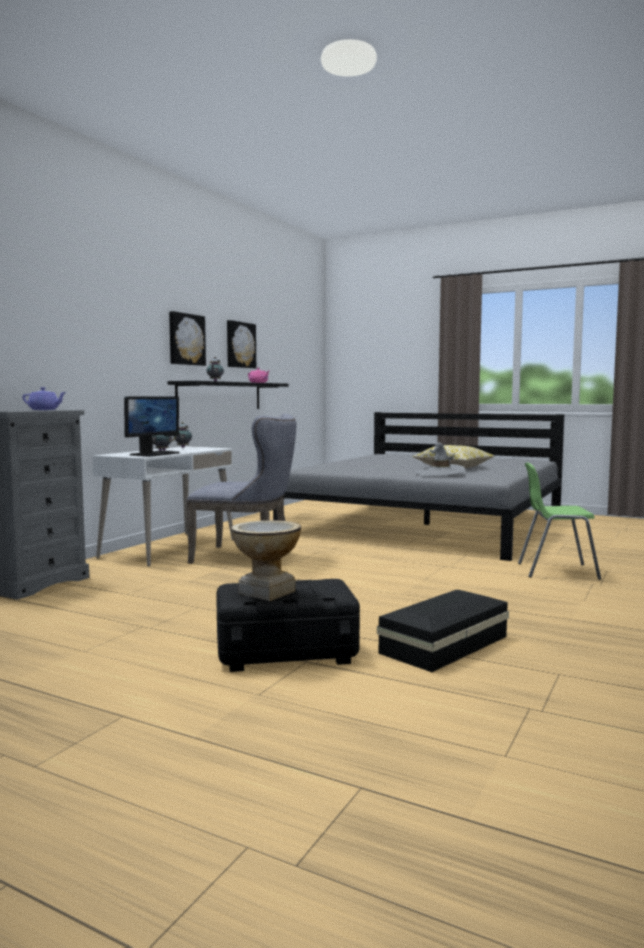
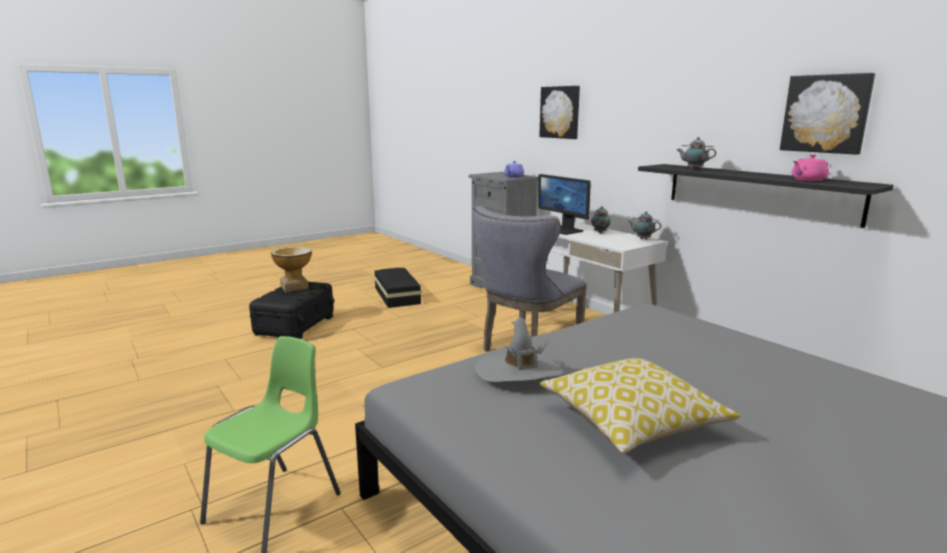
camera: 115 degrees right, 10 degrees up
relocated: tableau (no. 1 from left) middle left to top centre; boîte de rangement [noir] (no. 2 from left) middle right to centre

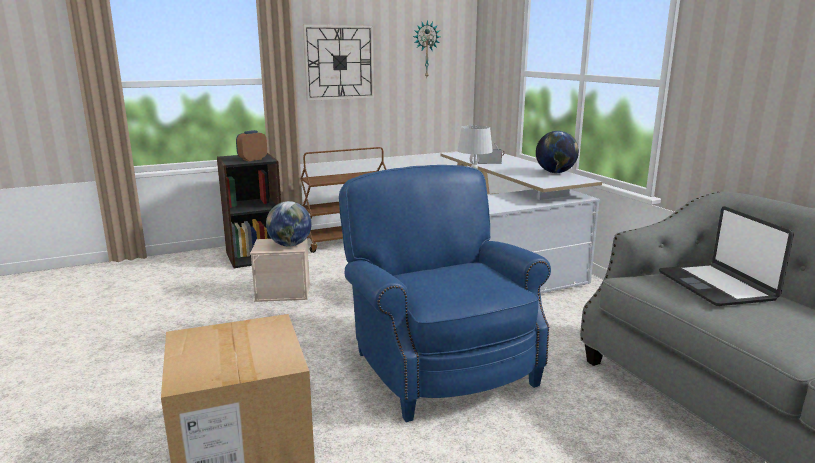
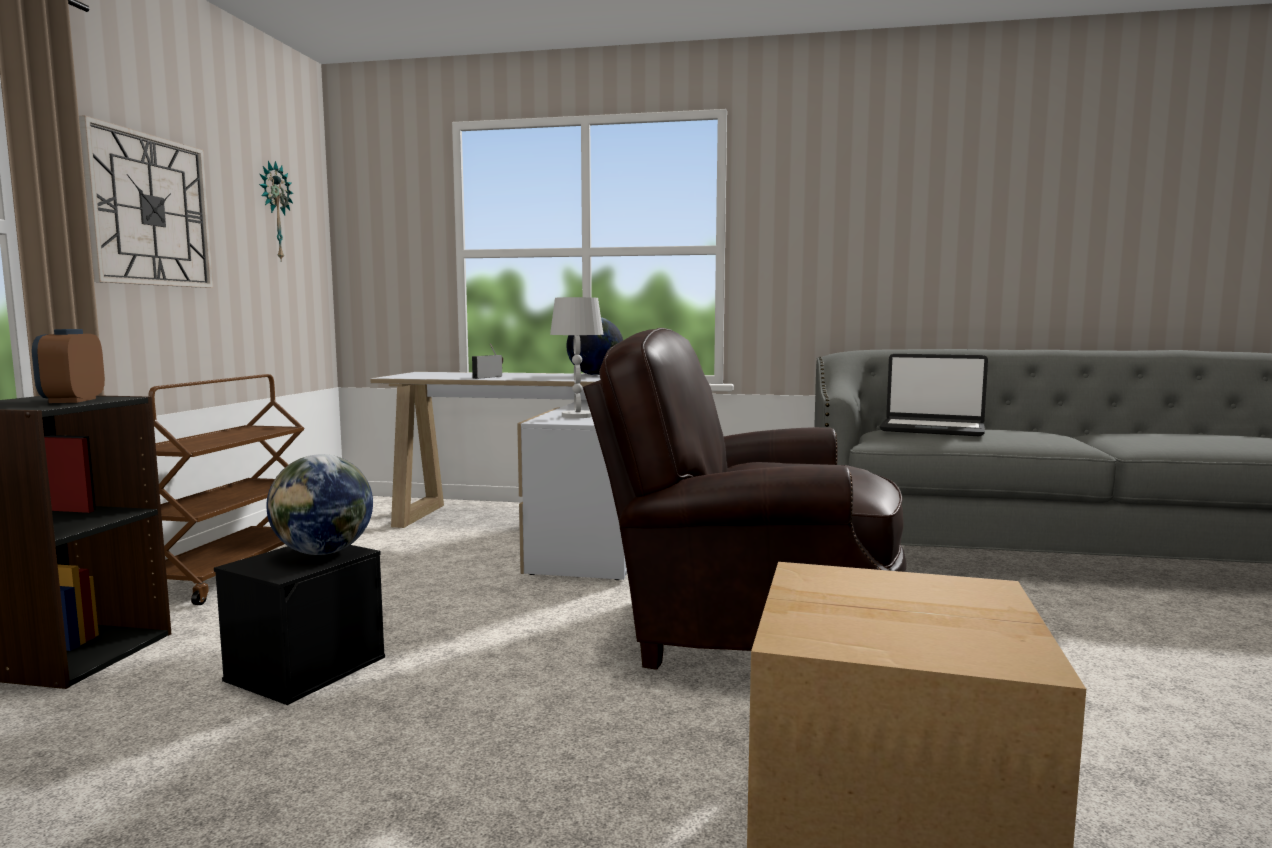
camera: 55 degrees left, 10 degrees down
colour: fauteuil [bleu] centre to fauteuil [marron] centre; boîte de rangement [beige] centre to boîte de rangement [noir] bottom left

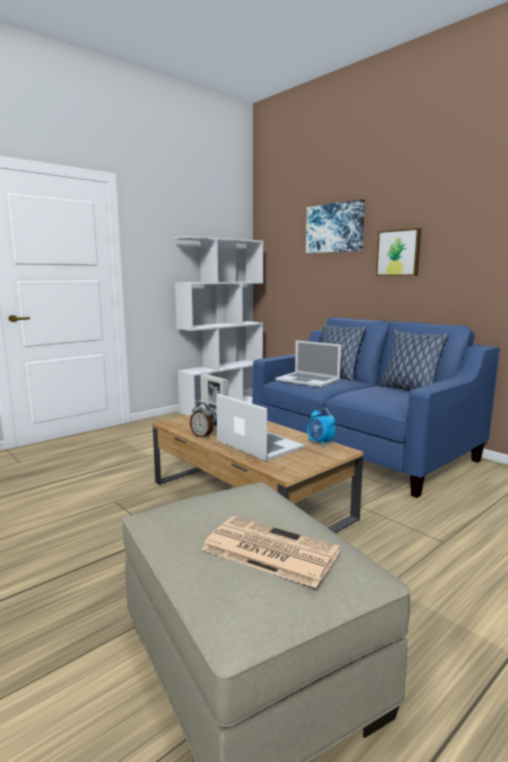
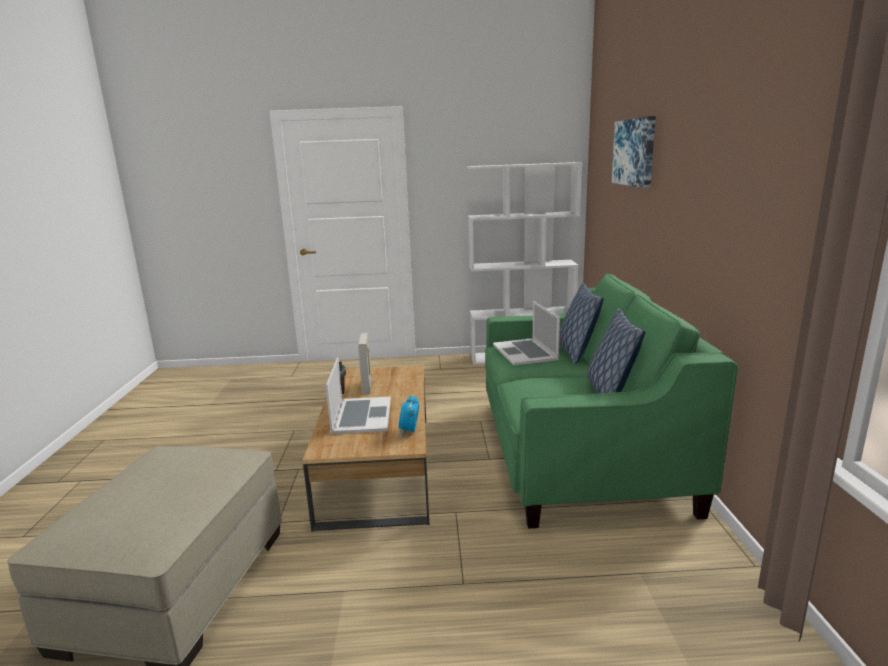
camera: 40 degrees right, 5 degrees up
missing: tableau (no. 2 from left) top right; journal bottom centre
colour: canapé [bleu] middle right to canapé [vert] middle right

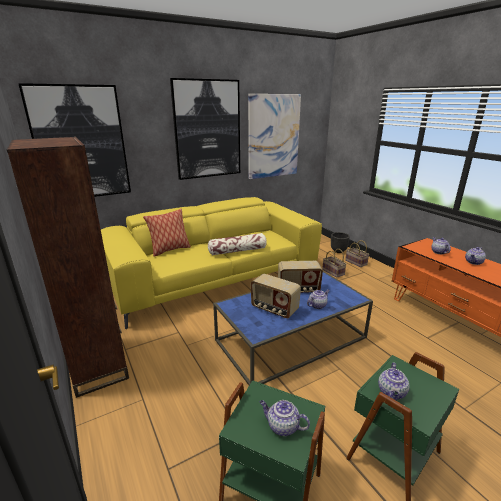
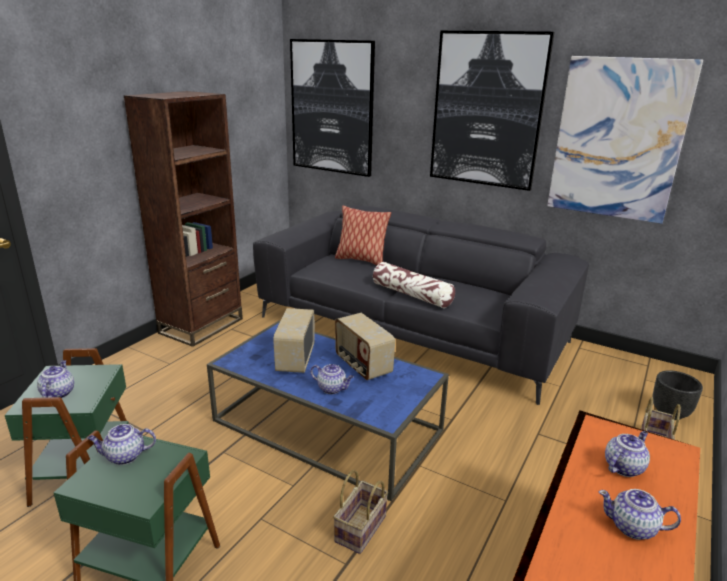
camera: 60 degrees right, 0 degrees up
relocated: panier (no. 1 from left) middle right to bottom centre
colour: canapé [jaune] centre to canapé [gris] centre

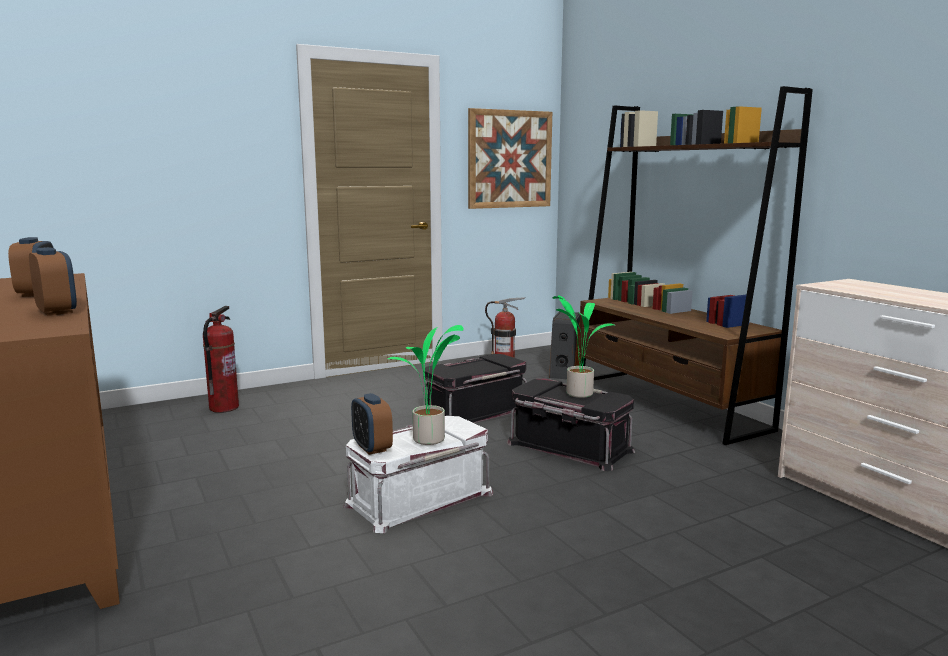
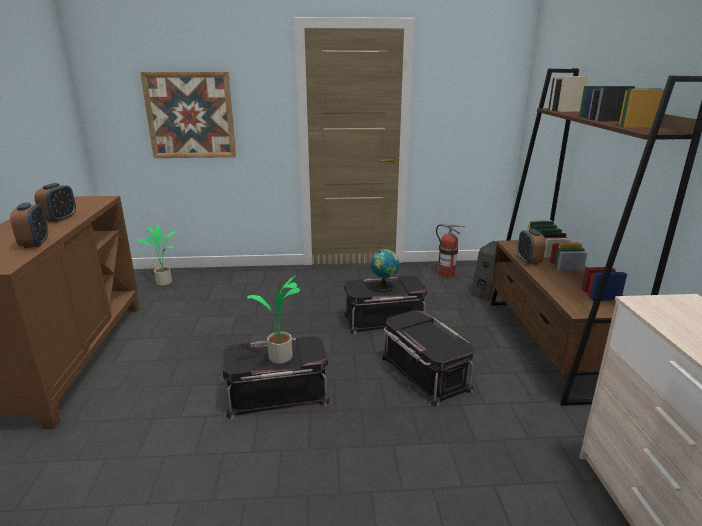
camera: 25 degrees right, 10 degrees up
missing: extincteur (no. 1 from left) middle left
appeared: globe centre
relocated: tableau top centre to top left; plante en pot (no. 2 from left in the first image) centre to plante en pot (no. 1 from left) middle left; réveil (no. 3 from left) centre to middle right
colour: boîte de rangement [blanc] bottom centre to boîte de rangement [noir] (no. 1 from left) bottom centre

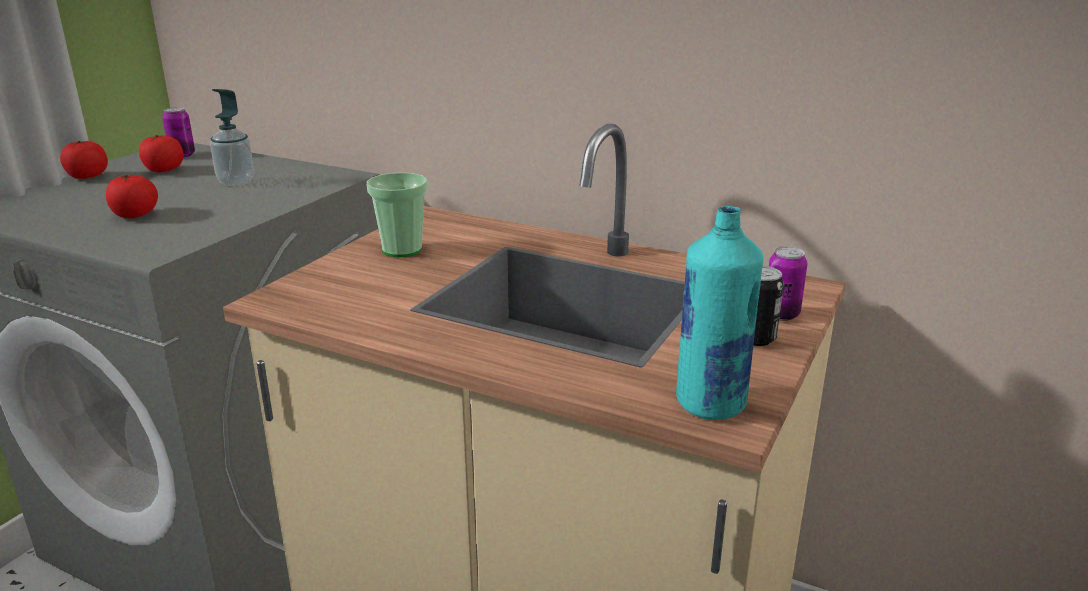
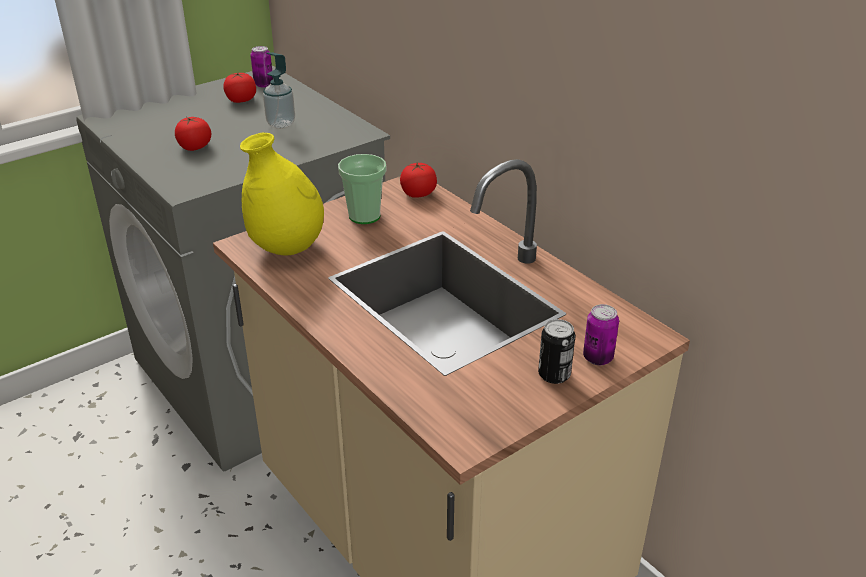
camera: 25 degrees right, 10 degrees up
missing: bouteille [turquoise] centre
appeared: vase [jaune] middle left
relocated: tomate (no. 1 from left in the first image) top left to tomate (no. 3 from left) top centre

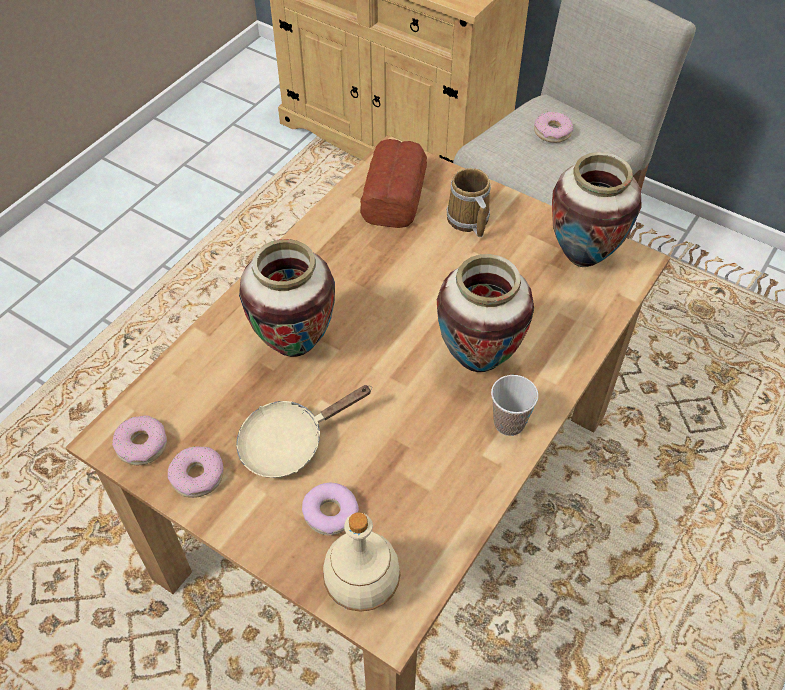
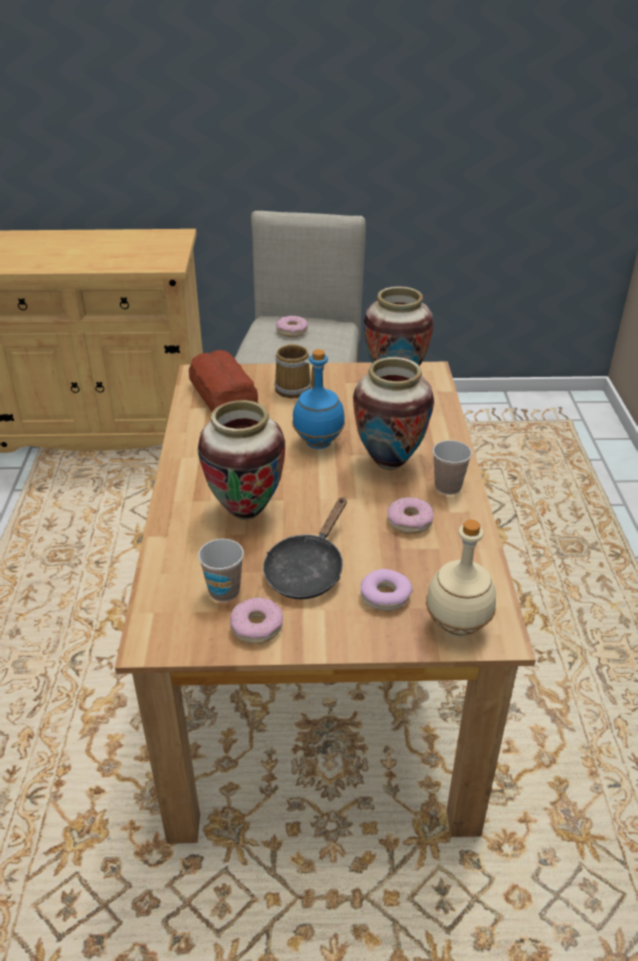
camera: 35 degrees left, 15 degrees down
appeared: bouteille [bleu] centre; tasse (no. 1 from left) centre
relocated: beignet (no. 1 from left in the first image) middle left to beignet (no. 4 from left) centre
colour: poêle [beige] centre to poêle [noir] centre

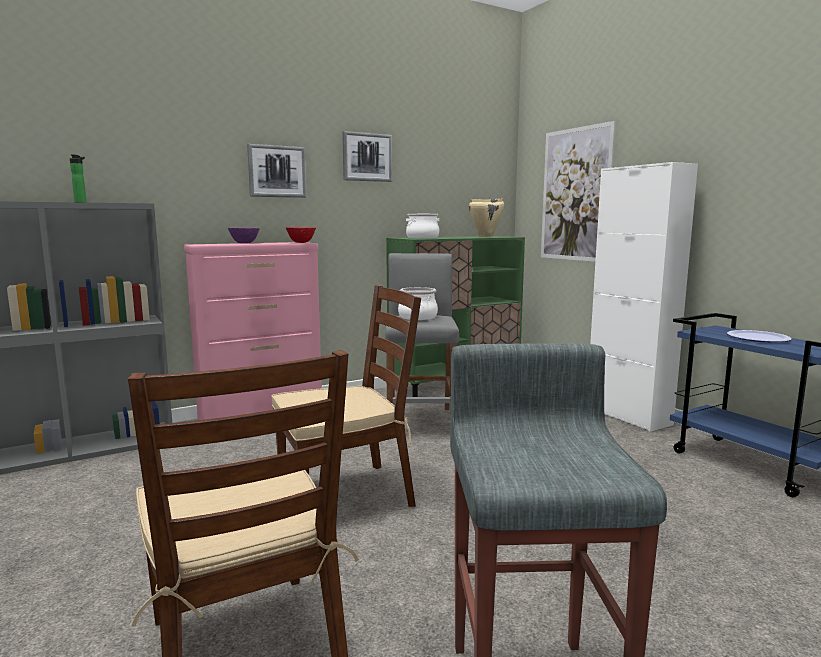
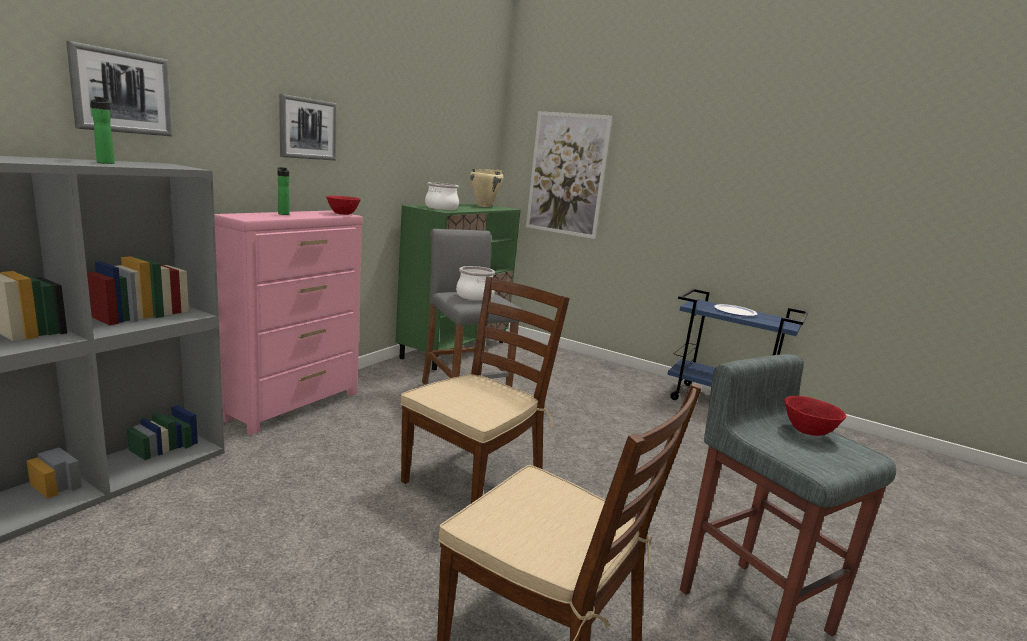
camera: 30 degrees left, 5 degrees up
missing: meuble de rangement [blanc] middle right
appeared: bol [rouge] (no. 2 from left) middle right
relocated: tableau (no. 2 from left in the first image) top centre to tableau (no. 1 from left) top left
exchanged: bol [violet] middle left to bouteille (no. 2 from left) top left

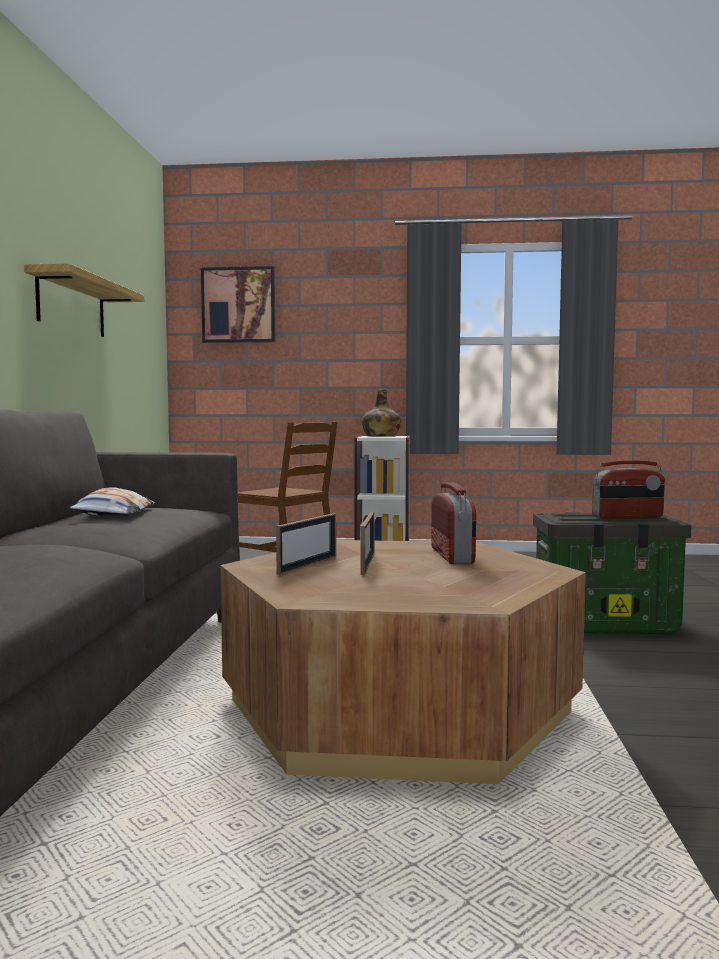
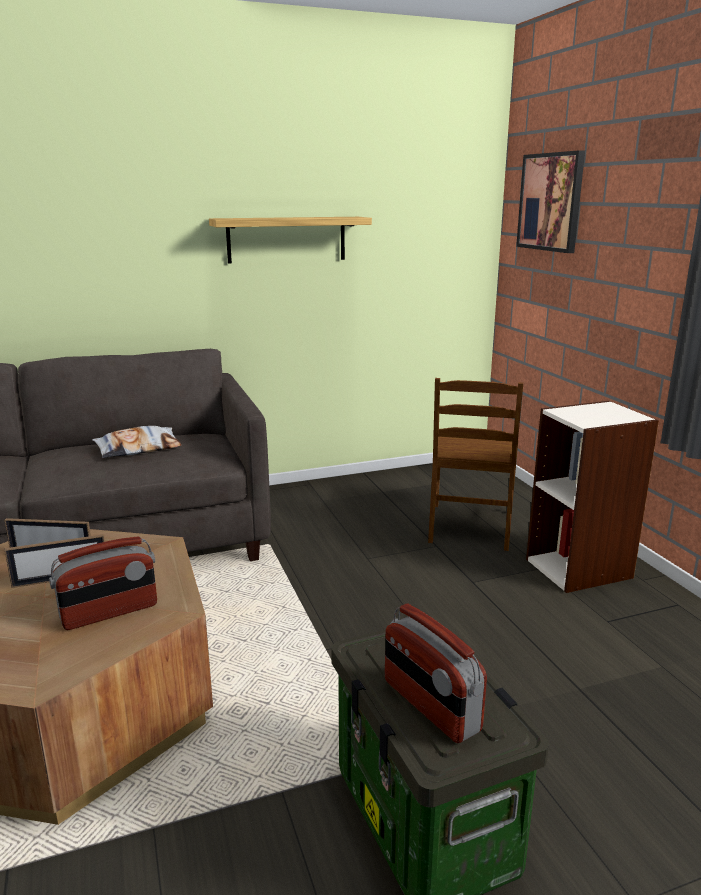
camera: 65 degrees right, 15 degrees up
missing: bouteille [vert] centre

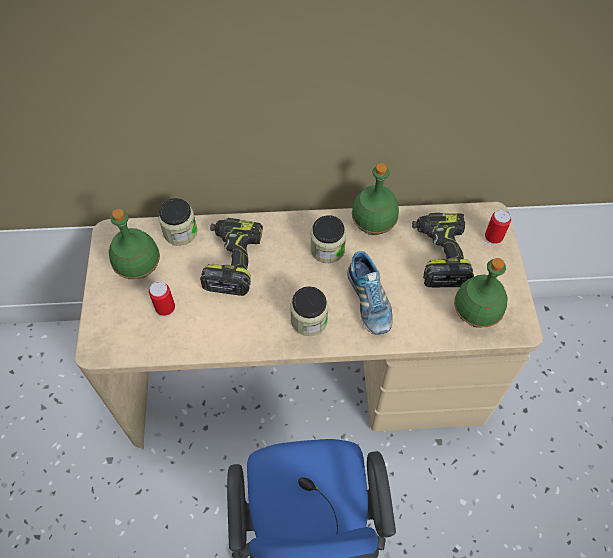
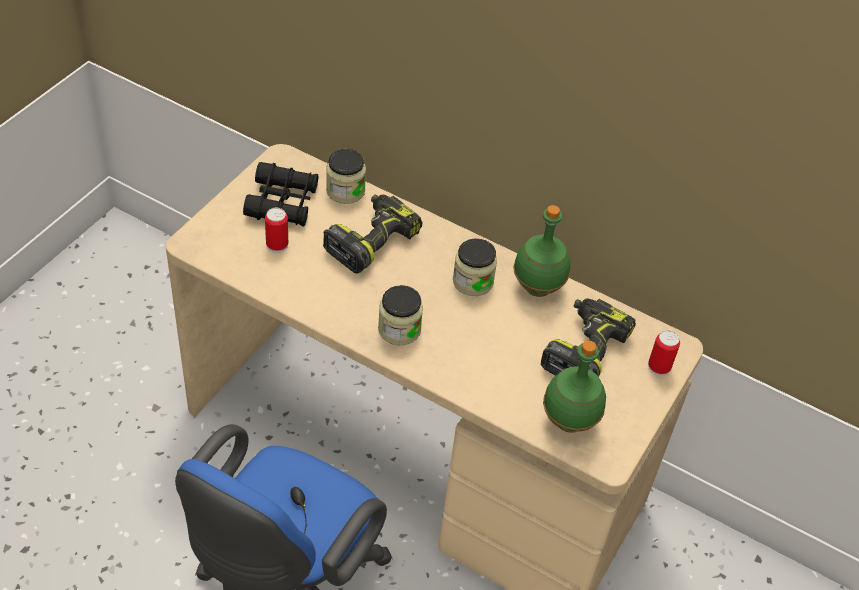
camera: 30 degrees right, 10 degrees down
missing: chaussure centre
exchanged: bouteille [vert] (no. 1 from left) middle left to jumelles [noir] top left

